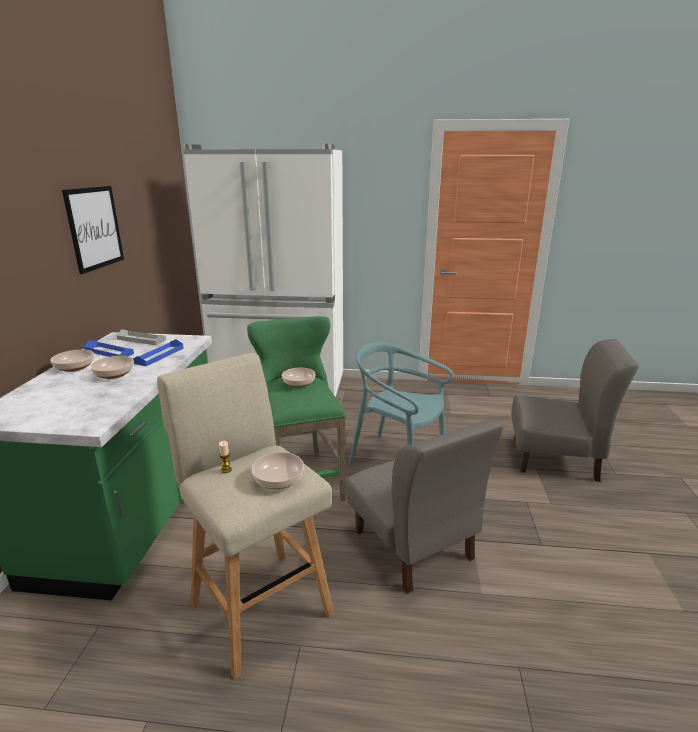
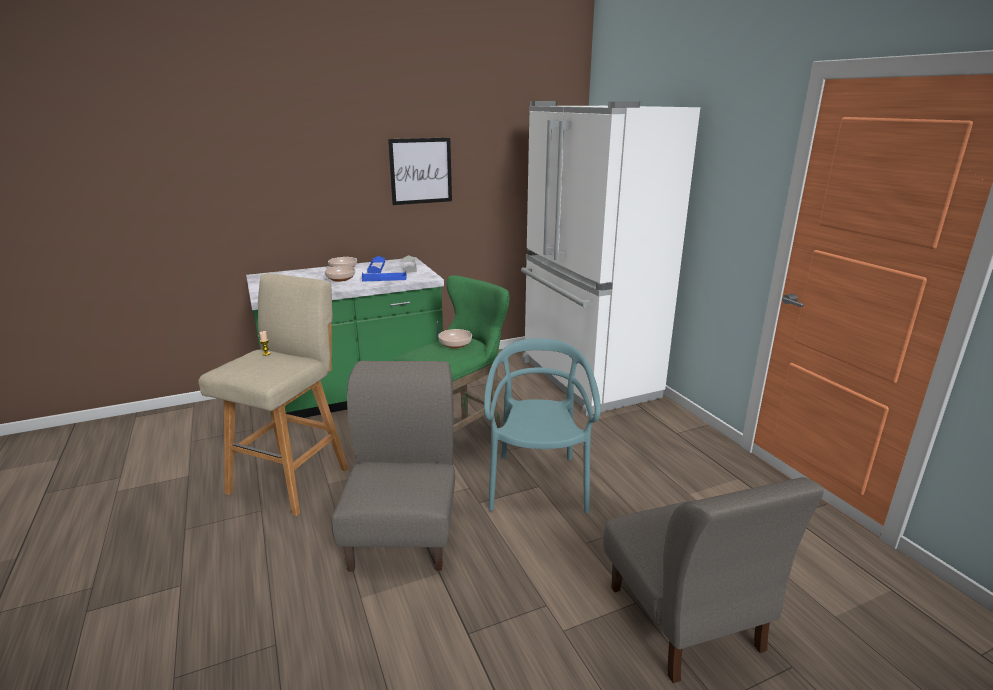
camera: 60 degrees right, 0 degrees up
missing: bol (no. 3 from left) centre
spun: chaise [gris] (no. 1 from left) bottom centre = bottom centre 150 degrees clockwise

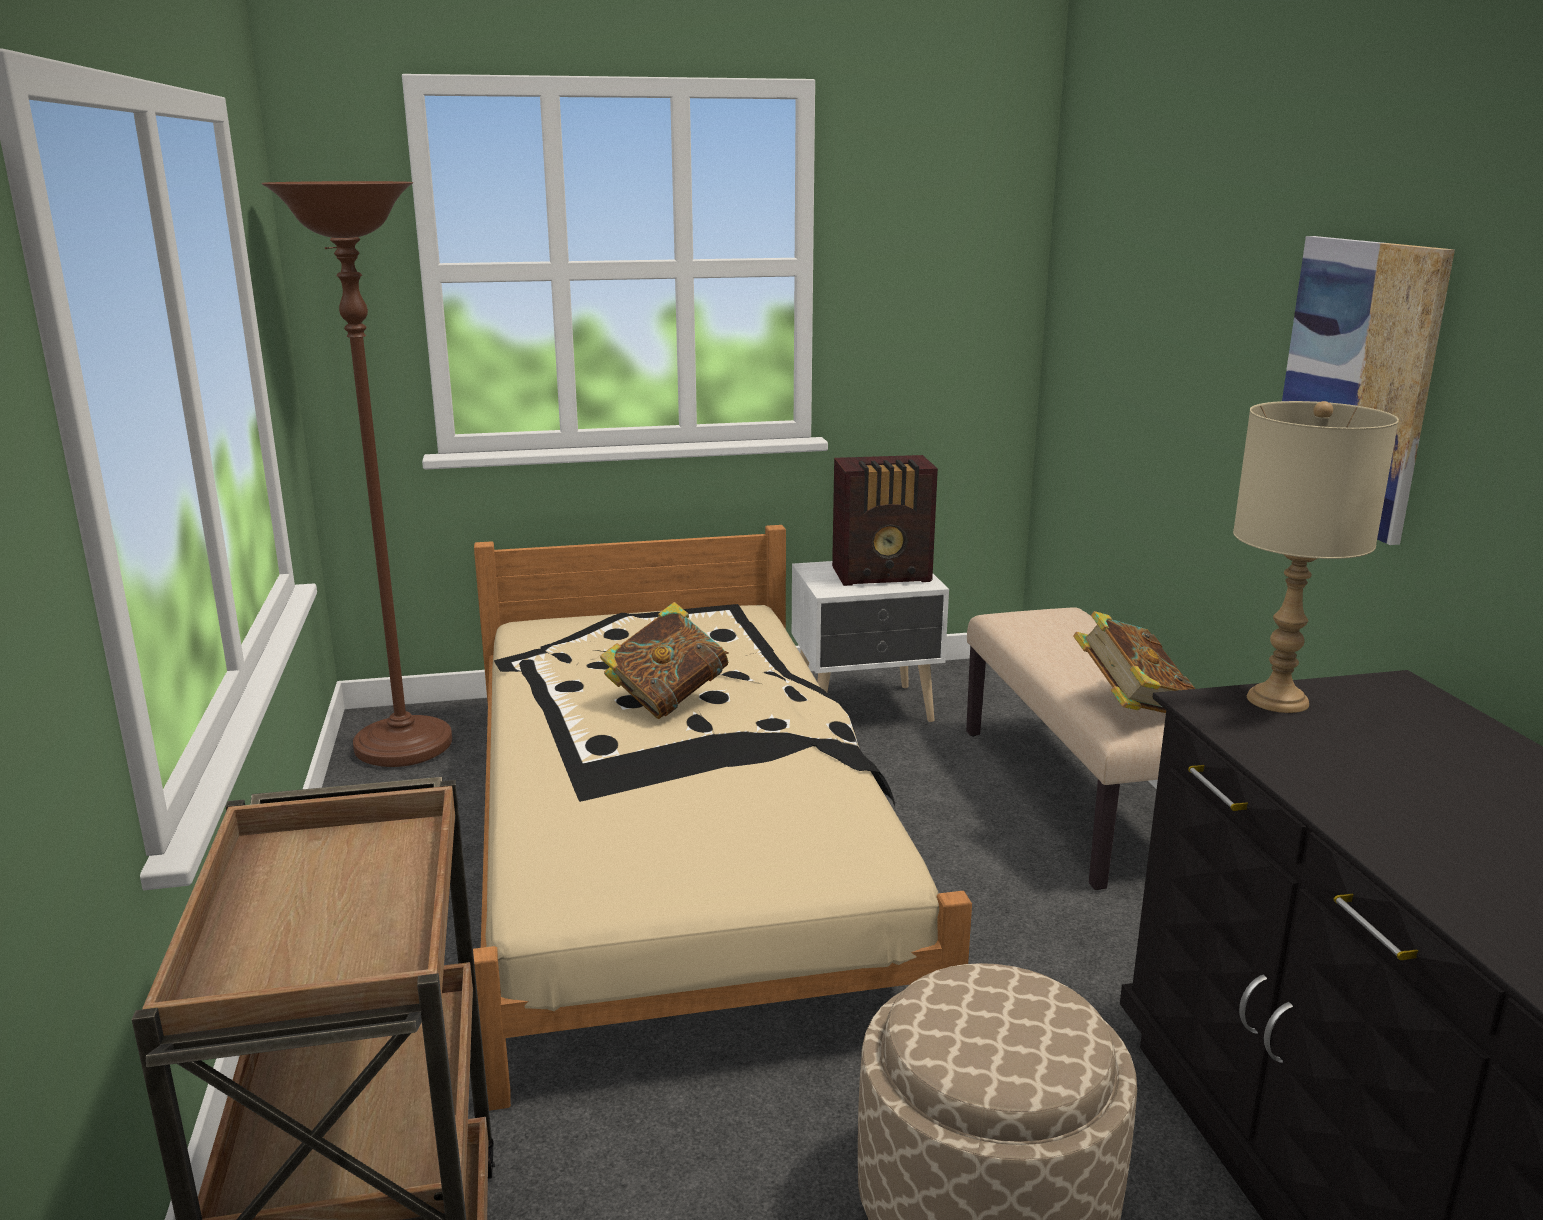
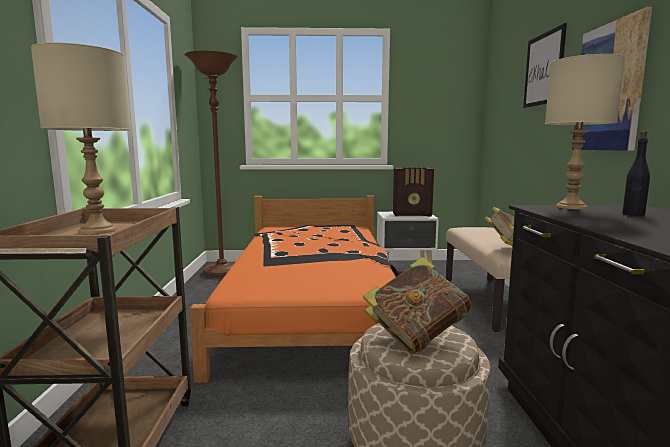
camera: 10 degrees right, 10 degrees down
appeared: tableau (no. 1 from left) top right; lampe de table [beige] (no. 1 from left) top left; bouteille [noir] middle right
relocated: livre (no. 1 from left) centre to bottom centre
colour: lit [beige] bottom centre to lit [orange] centre

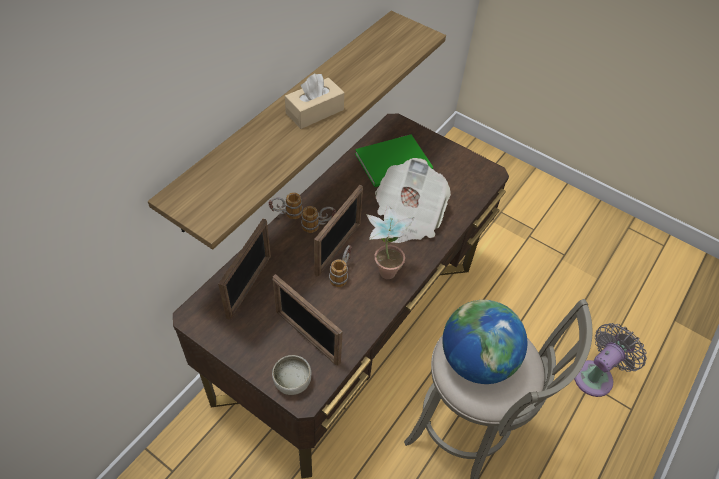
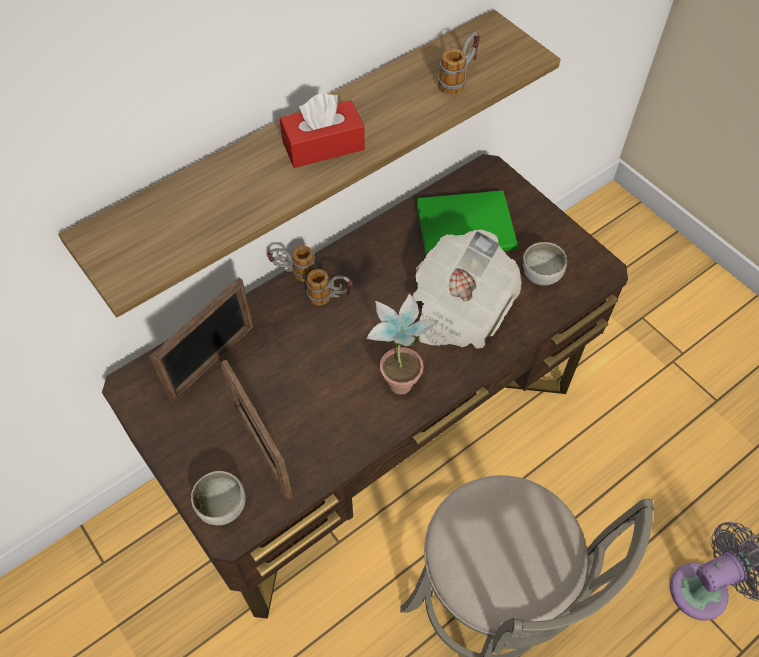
camera: 20 degrees right, 5 degrees up
missing: cadre photo (no. 3 from left) centre; globe bottom right
appeared: bol (no. 2 from left) middle right
relocated: mug (no. 3 from left) centre to top centre
colour: boîte à mouchoirs [beige] top centre to boîte à mouchoirs [rouge] top centre

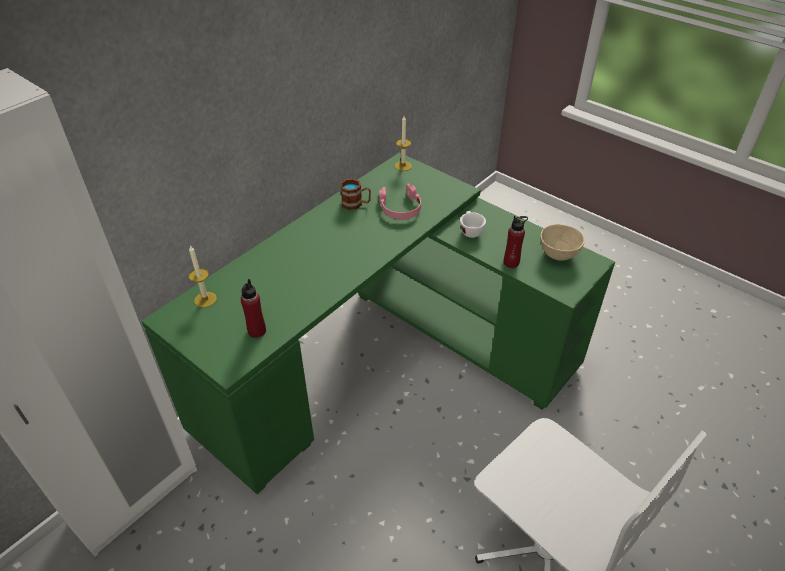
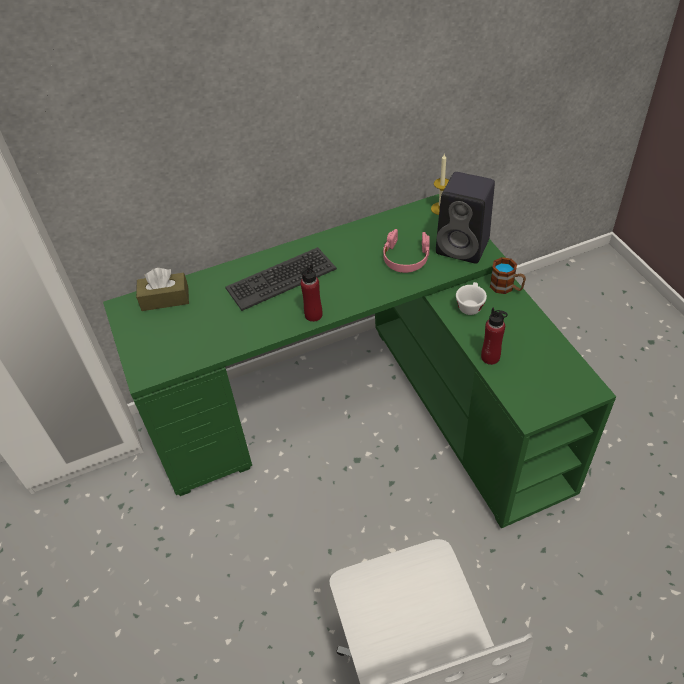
camera: 30 degrees right, 5 degrees up
missing: bol [beige] middle right
appeared: enceinte [noir] top right; clavier centre
relocated: mug centre to middle right; bouteille [rouge] (no. 1 from left) middle left to centre
exchanged: bougie (no. 1 from left) middle left to boîte à mouchoirs [marron] middle left

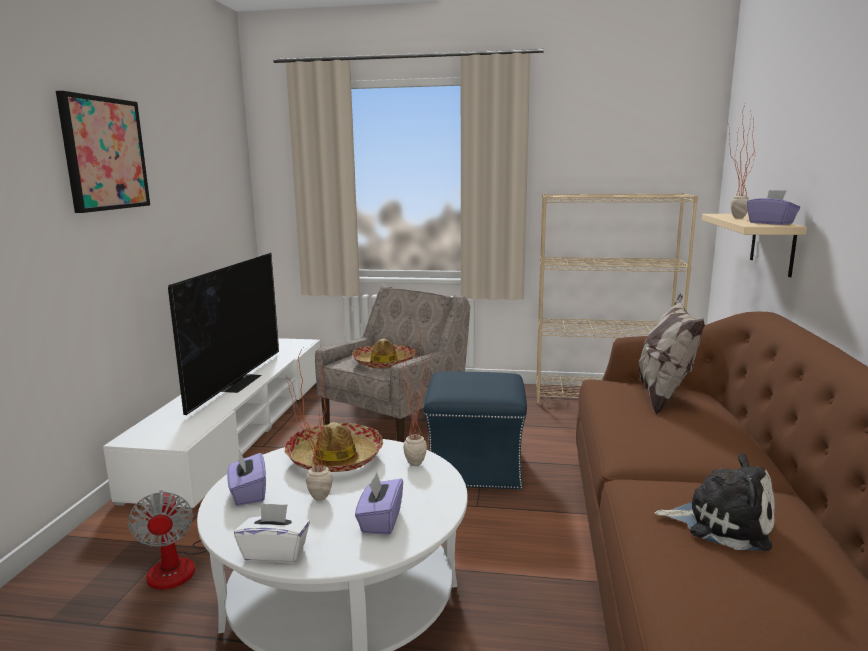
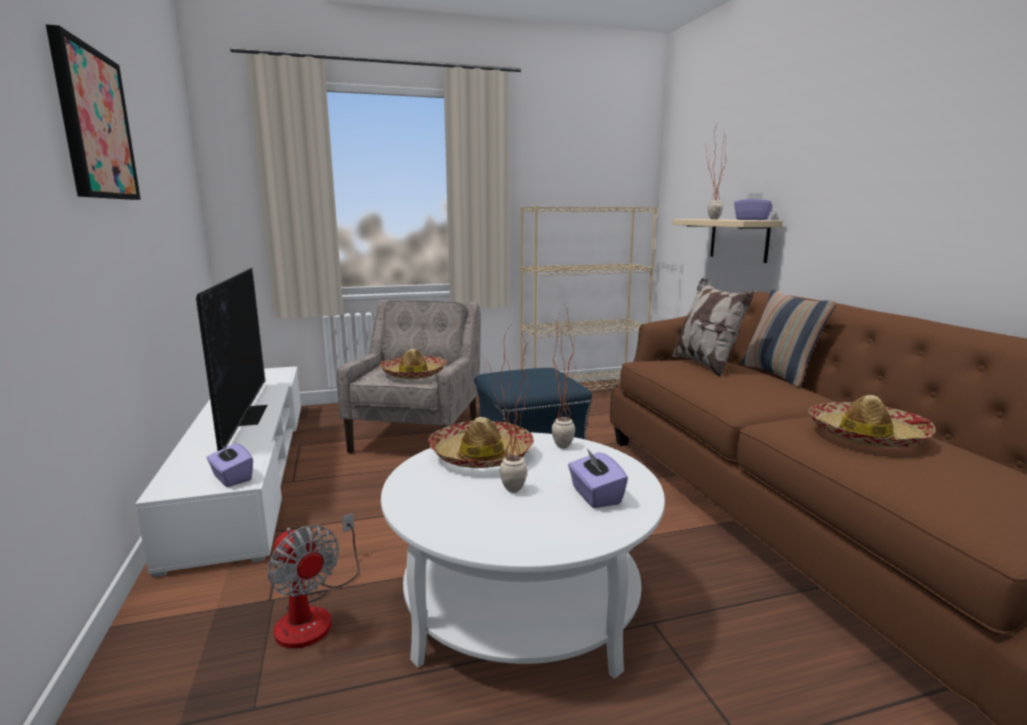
camera: 25 degrees left, 0 degrees up
missing: boîte à mouchoirs [blanc] bottom left
appeared: coussin (no. 2 from left) middle right
relocated: boîte à mouchoirs [violet] (no. 1 from left) bottom left to middle left
exchanged: peluche bottom right to chapeau (no. 3 from left) middle right

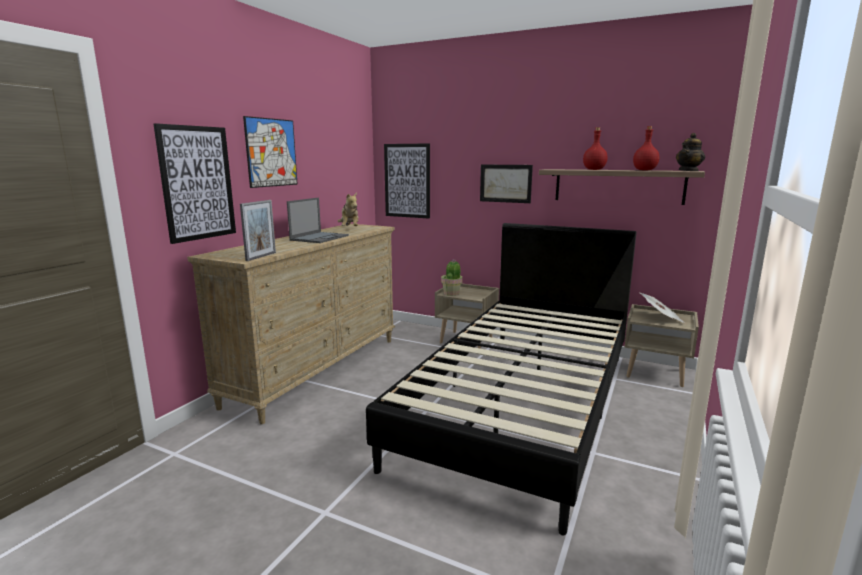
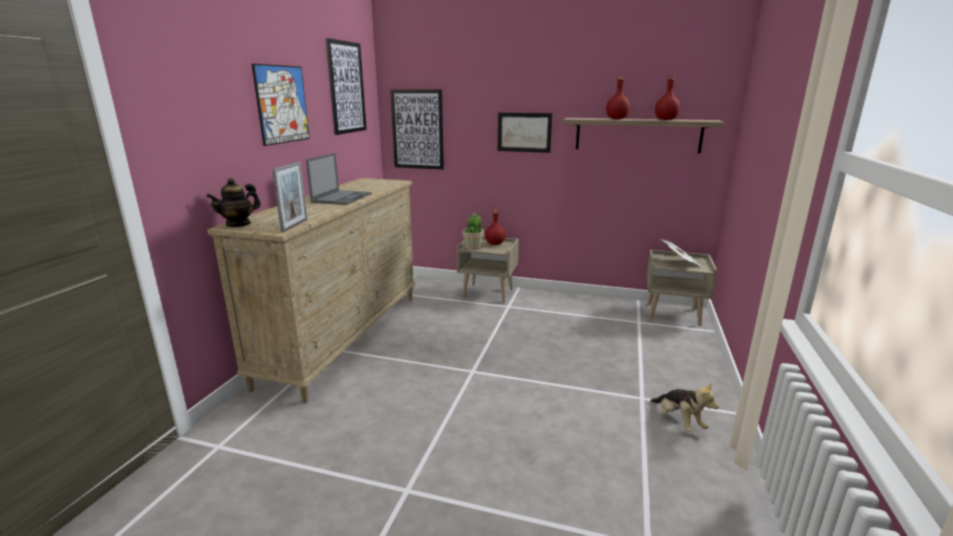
camera: 10 degrees left, 5 degrees up
missing: lit [noir] centre
appeared: bouteille [rouge] (no. 1 from left) centre
relocated: tableau (no. 1 from left in the first image) top left to tableau (no. 2 from left) top centre; théière top right to middle left; peluche centre to bottom right

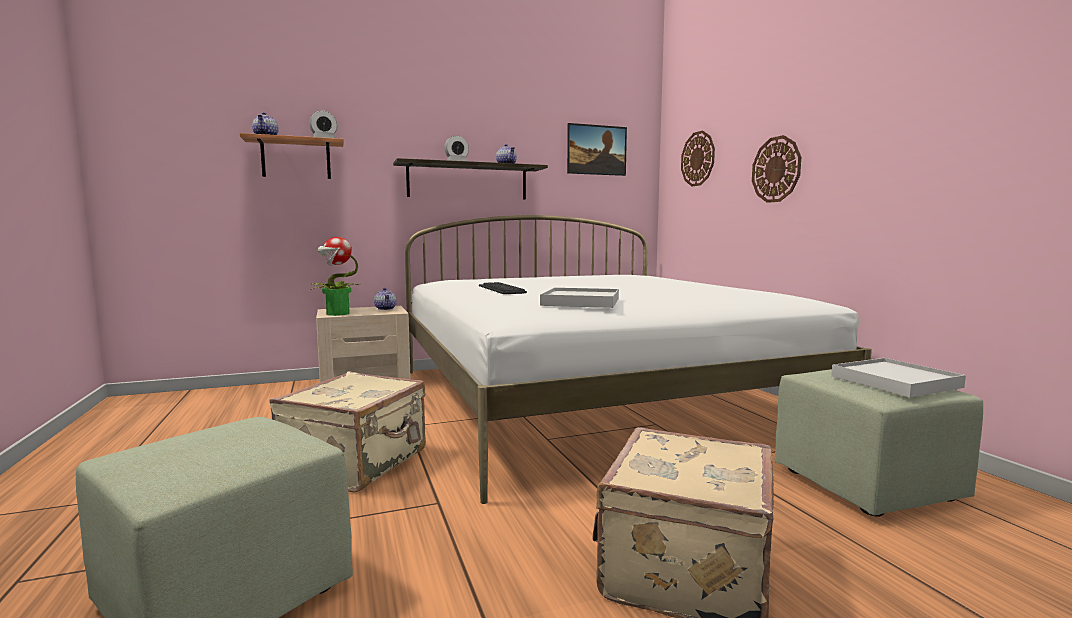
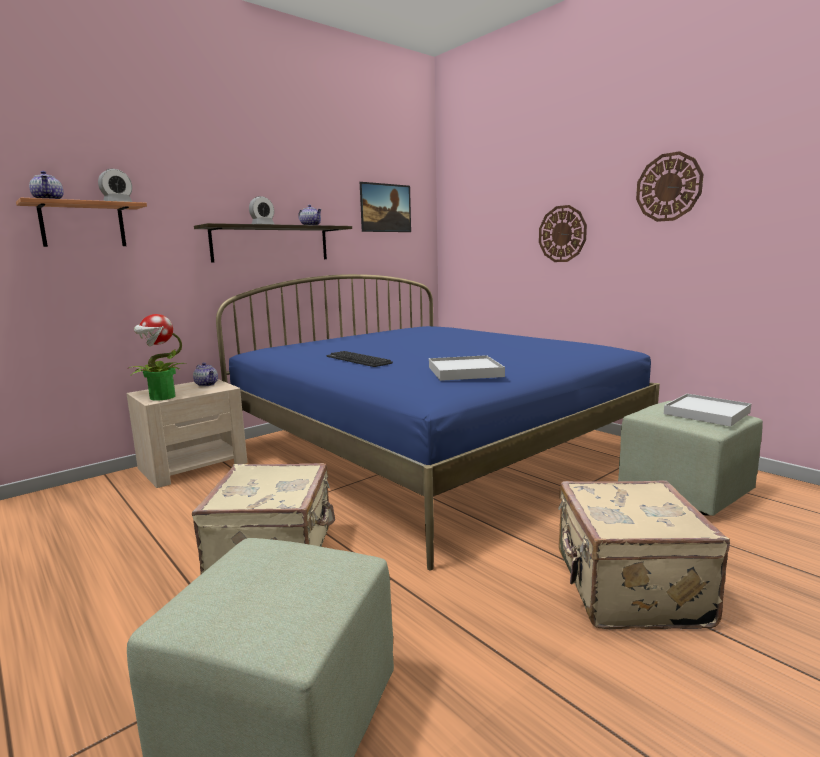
camera: 20 degrees left, 5 degrees up
relocated: horloge murale (no. 1 from left in the first image) top centre to horloge murale (no. 2 from left) top right
colour: lit [blanc] centre to lit [bleu] centre

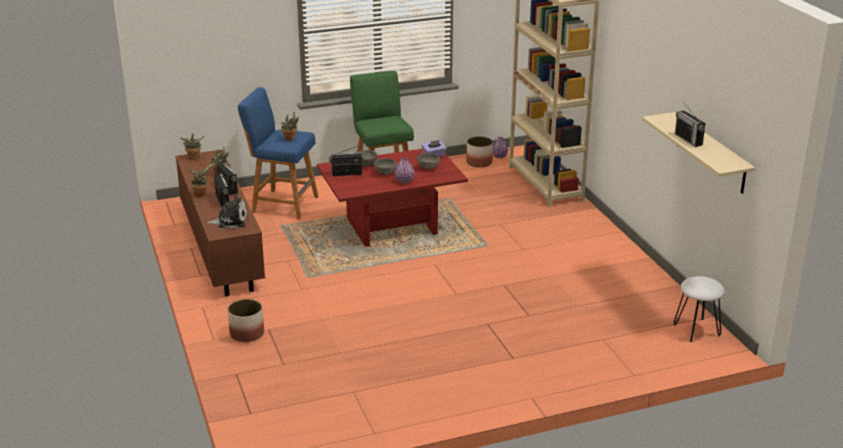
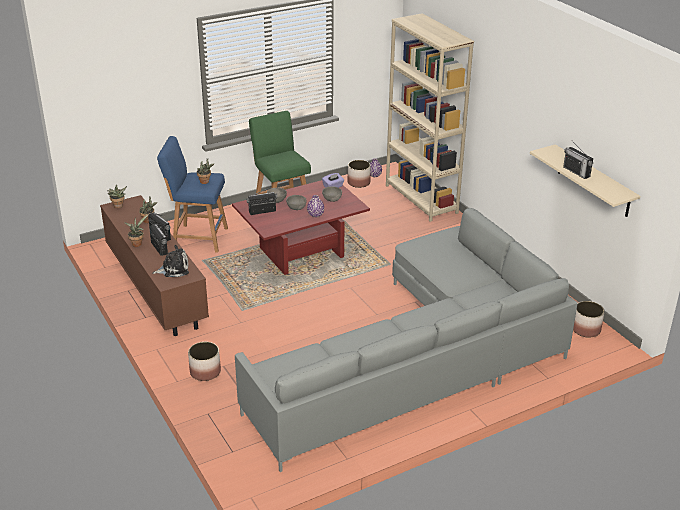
camera: 10 degrees left, 5 degrees up
appeared: canapé [gris] bottom centre
exchanged: tabouret [blanc] bottom right to cache-pot (no. 3 from left) middle right

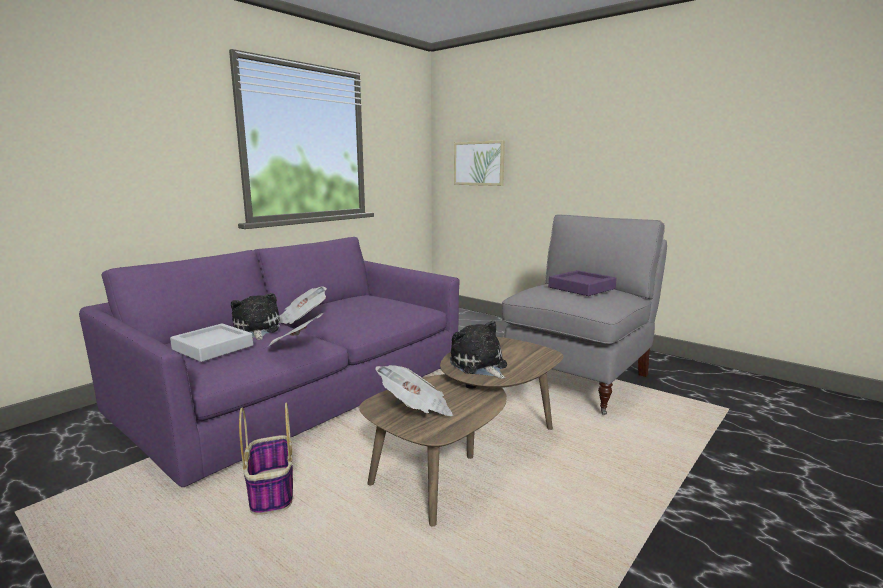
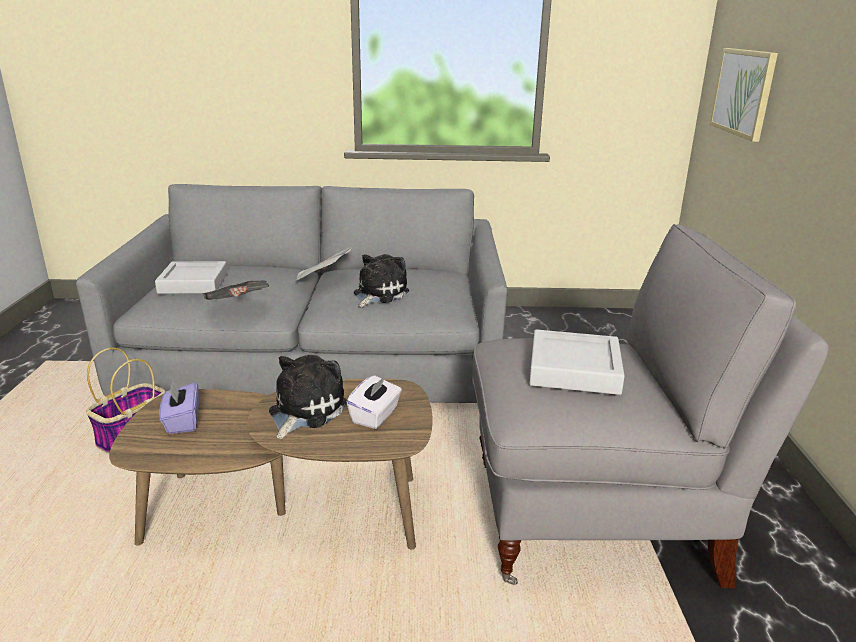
camera: 50 degrees right, 10 degrees up
appeared: boîte à mouchoirs [blanc] centre
relocated: peluche (no. 1 from left in the first image) middle left to peluche (no. 2 from left) centre
exchanged: journal (no. 3 from left) centre to boîte à mouchoirs [violet] middle left
colour: canapé [violet] middle left to canapé [gris] centre; plateau [violet] centre to plateau [gris] (no. 2 from left) middle right

